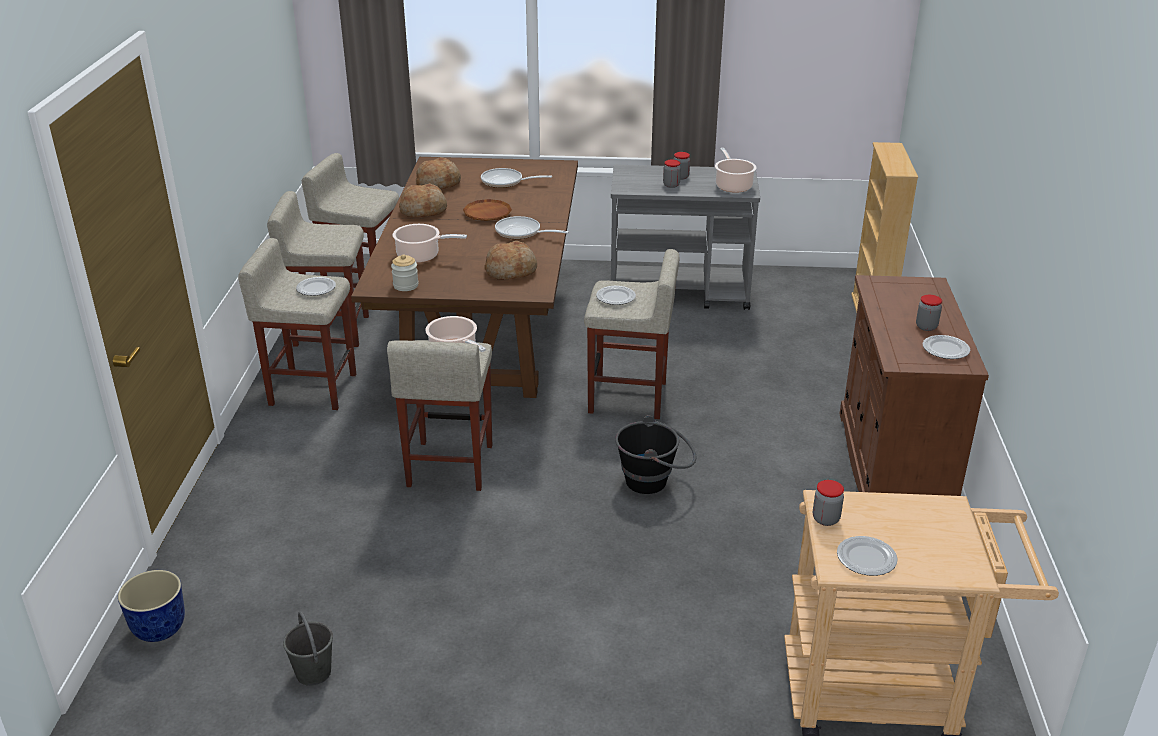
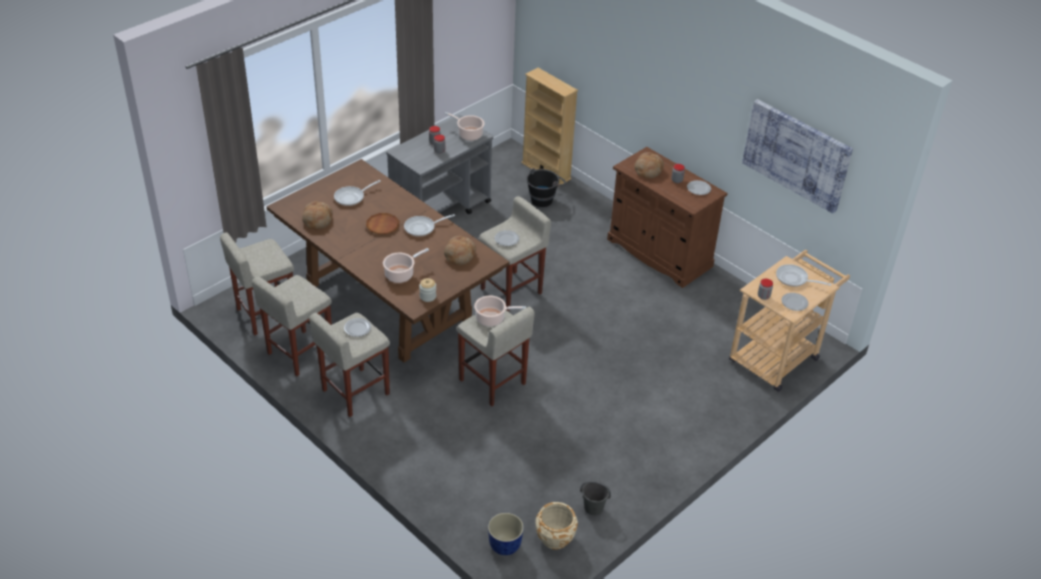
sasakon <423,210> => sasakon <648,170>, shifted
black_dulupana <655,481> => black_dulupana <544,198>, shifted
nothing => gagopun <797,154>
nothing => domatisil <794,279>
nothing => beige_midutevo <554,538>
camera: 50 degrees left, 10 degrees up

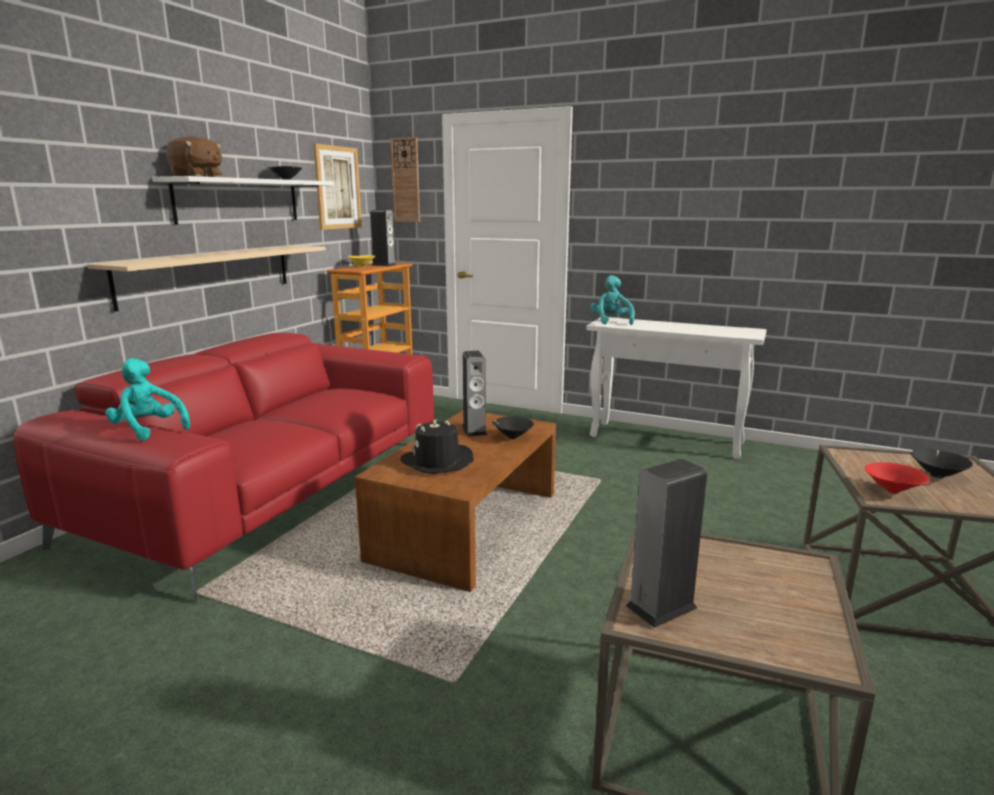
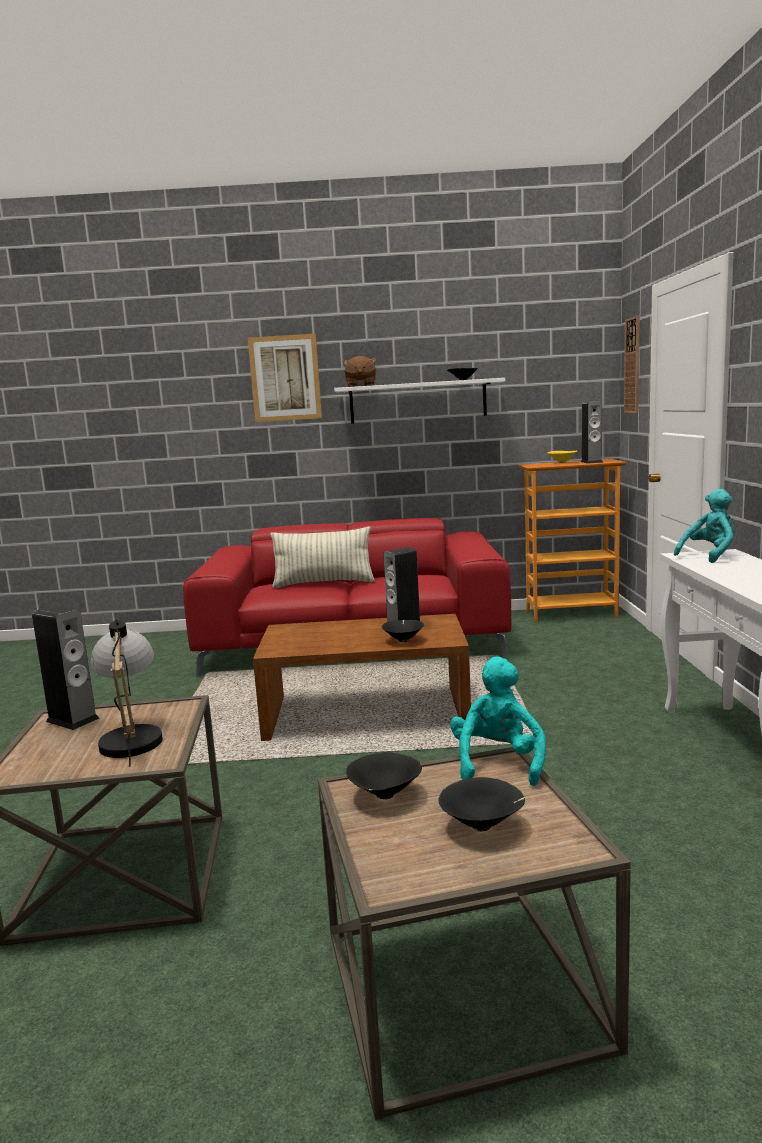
gagopun <338,188> => gagopun <285,378>, shifted
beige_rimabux <209,274> => nothing
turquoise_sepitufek <148,430> => turquoise_sepitufek <497,762>, shifted
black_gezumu <437,462> => nothing
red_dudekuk <893,491> => black_dudekuk <384,796>
nothing => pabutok <324,583>
nothing => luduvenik <131,737>
camera: 65 degrees right, 5 degrees down

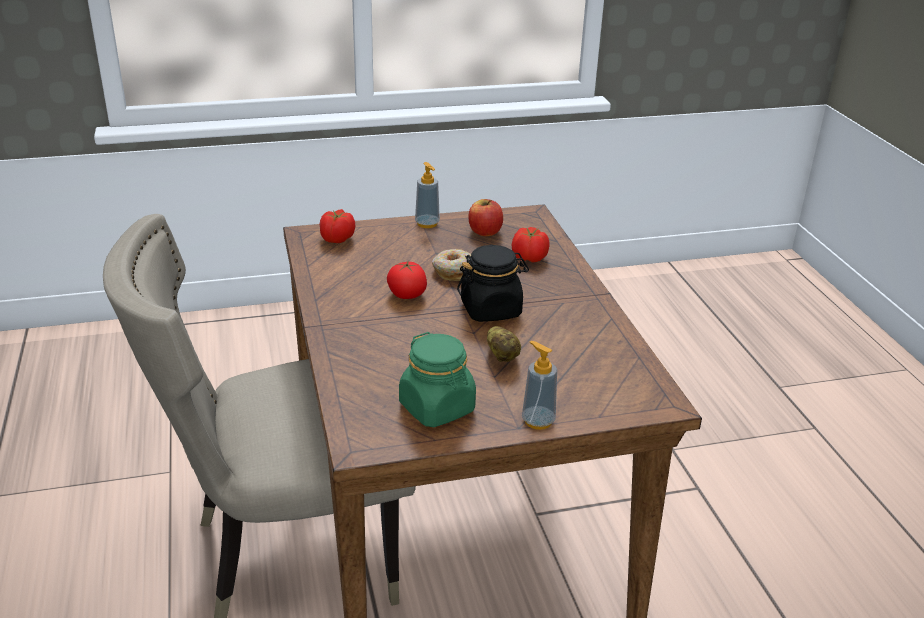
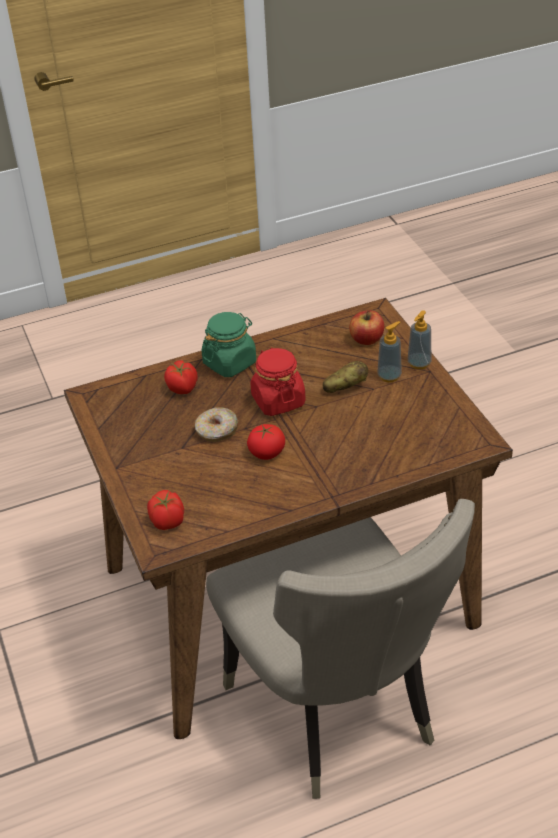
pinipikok <427,224> => pinipikok <389,376>, shifted
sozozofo <485,232> => sozozofo <366,339>, shifted
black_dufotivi <491,309> => red_dufotivi <278,400>
green_dufotivi <437,408> => green_dufotivi <230,363>, shifted
camera: 95 degrees left, 10 degrees up

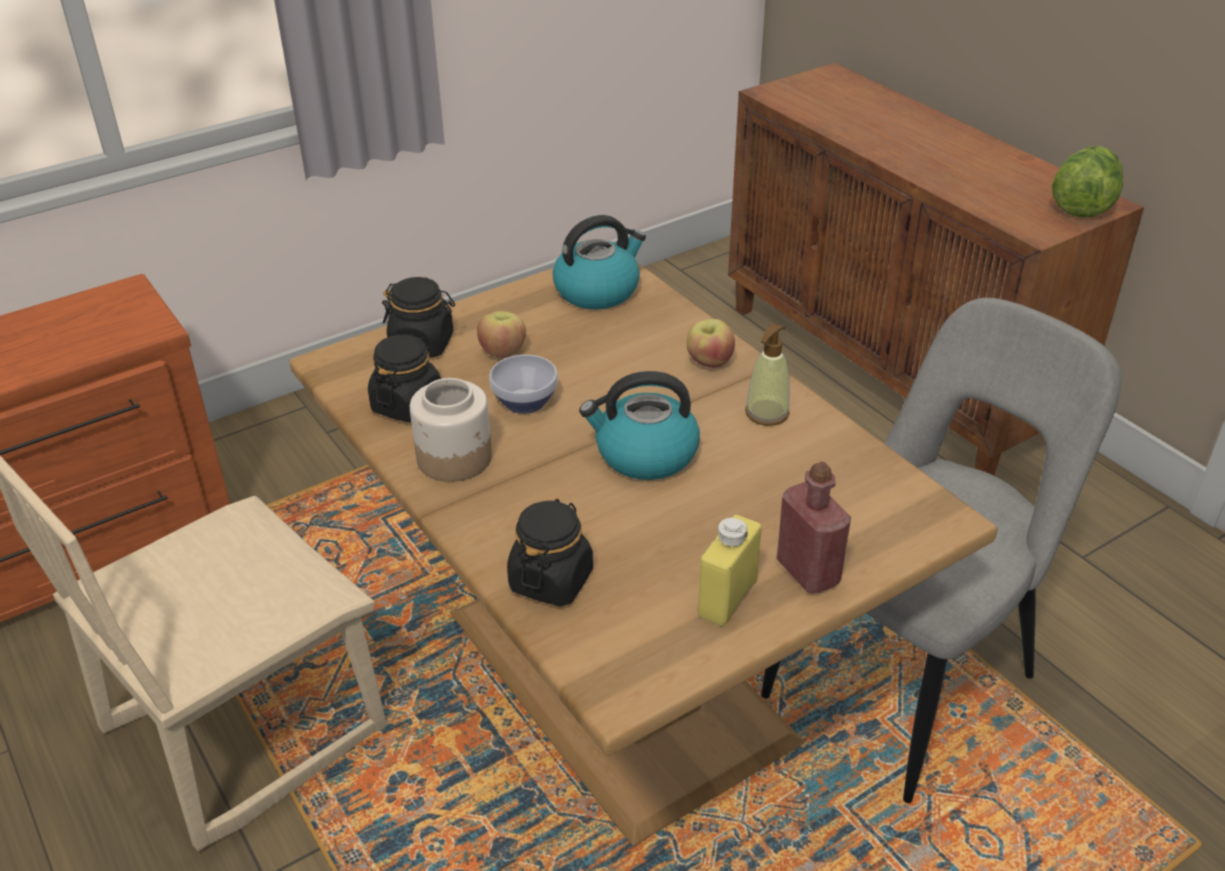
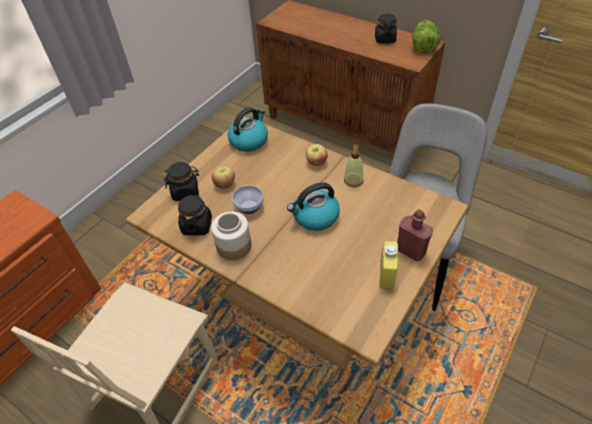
black_dufotivi <551,580> => black_dufotivi <385,39>, shifted
camera: 20 degrees left, 10 degrees up

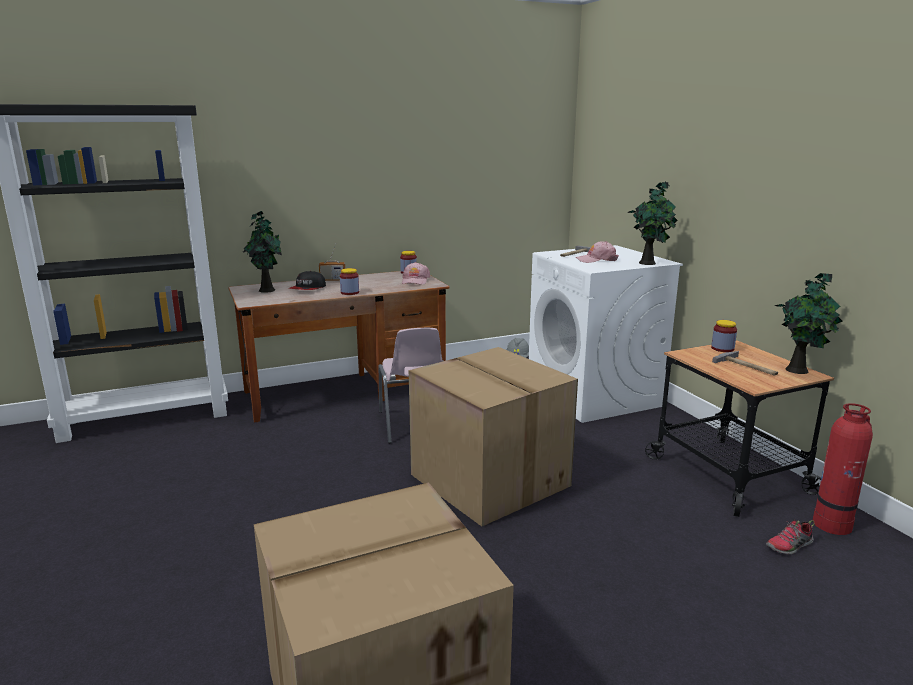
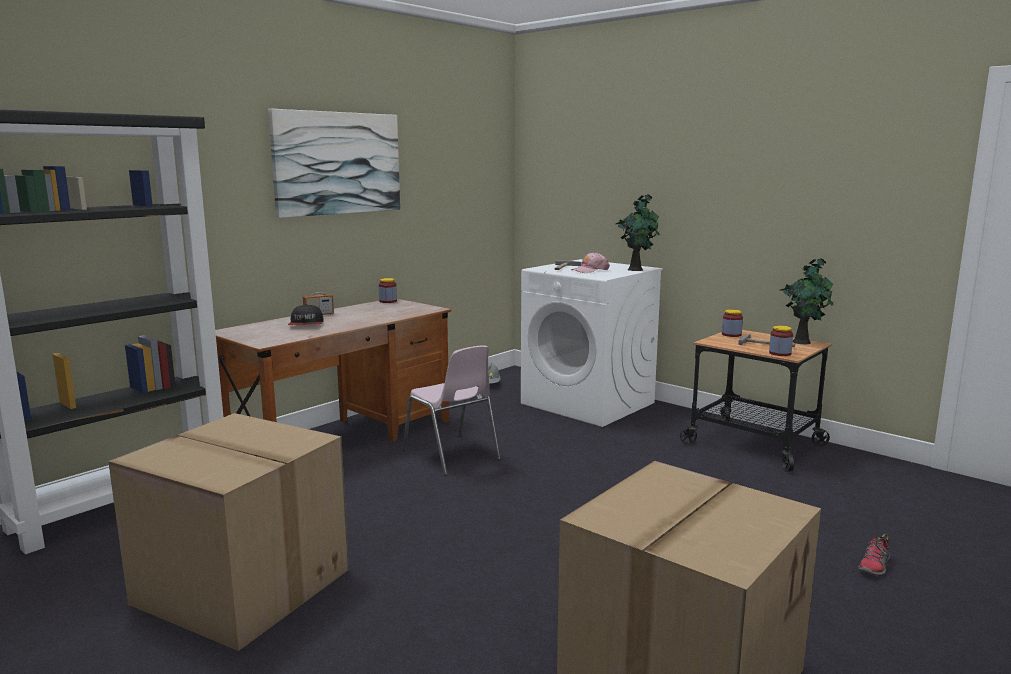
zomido <266,290> => nothing
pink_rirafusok <415,280> => nothing
dufotivi <350,292> => dufotivi <780,353>, shifted
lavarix <487,480> => lavarix <239,587>, shifted
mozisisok <833,524> => nothing
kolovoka <789,546> => kolovoka <874,566>, shifted
nothing => gagopun <337,163>
camera: 25 degrees left, 5 degrees down

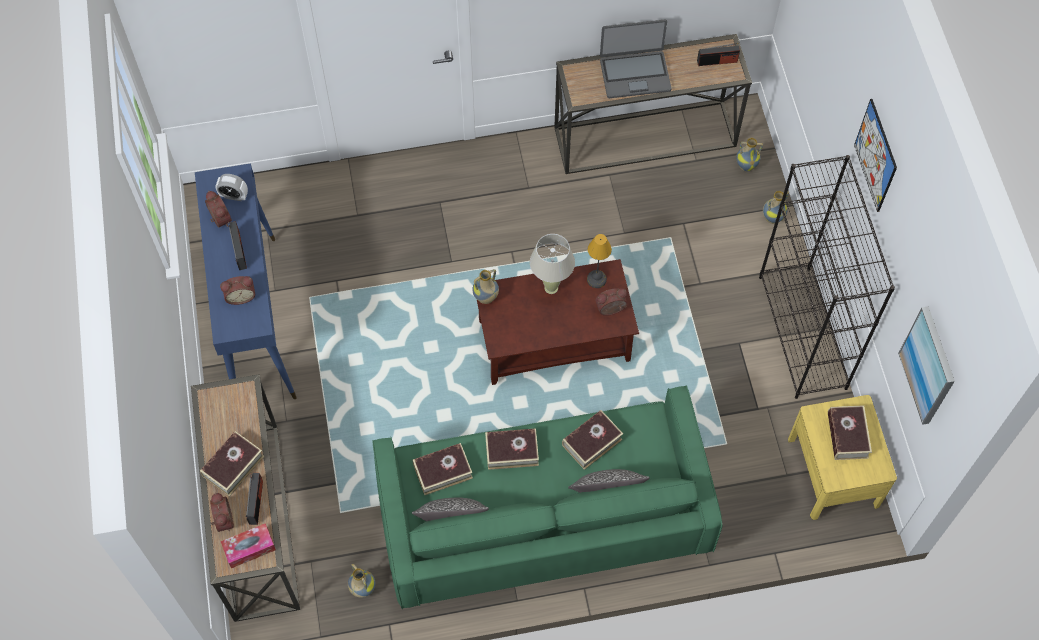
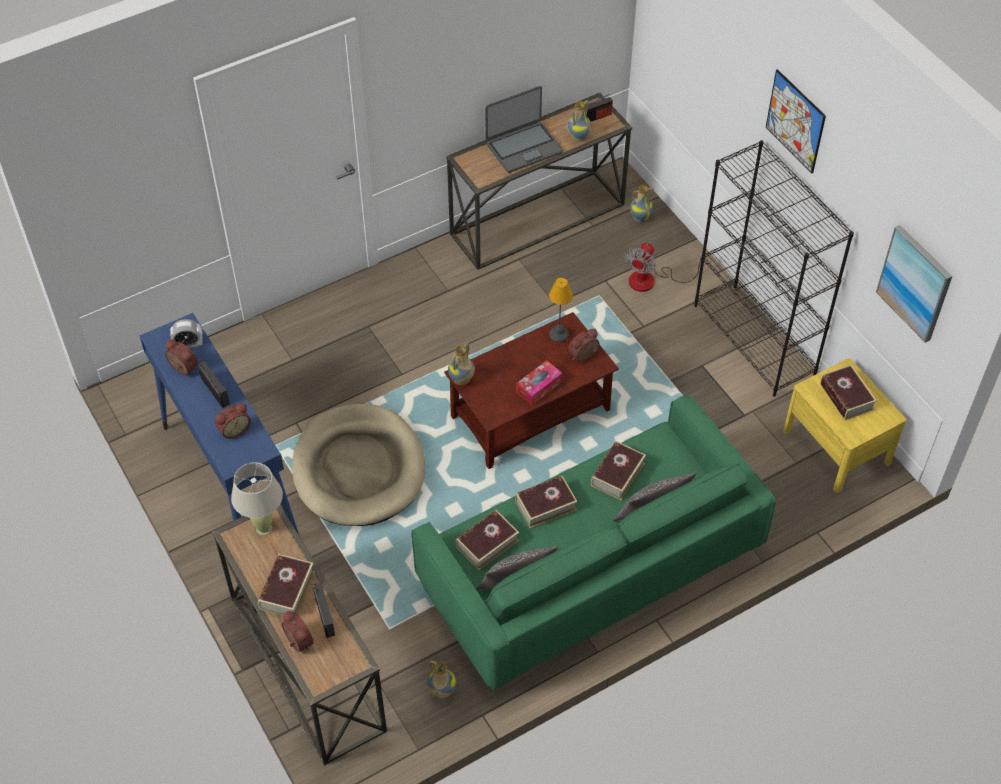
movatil <772,217> => movatil <578,137>, shifted
beige_luduvenik <551,287> => beige_luduvenik <264,528>, shifted
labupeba <249,548> => labupeba <539,387>, shifted
nothing => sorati <651,280>
nothing => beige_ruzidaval <358,469>
camera: 20 degrees left, 10 degrees down

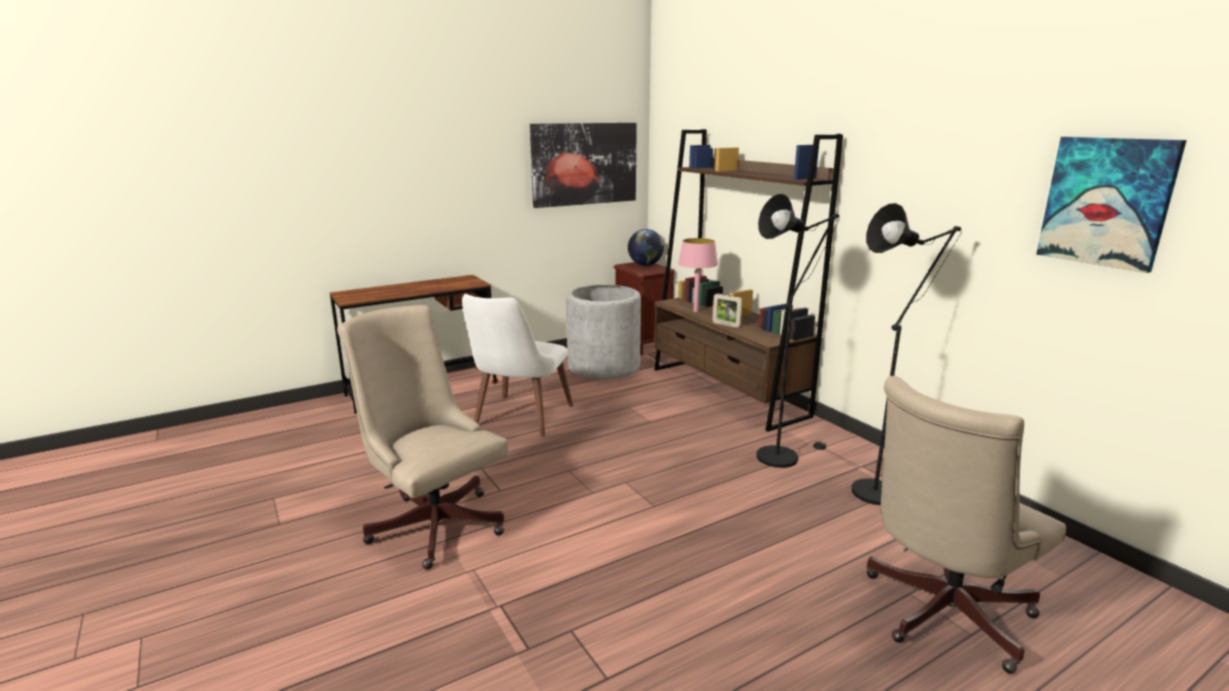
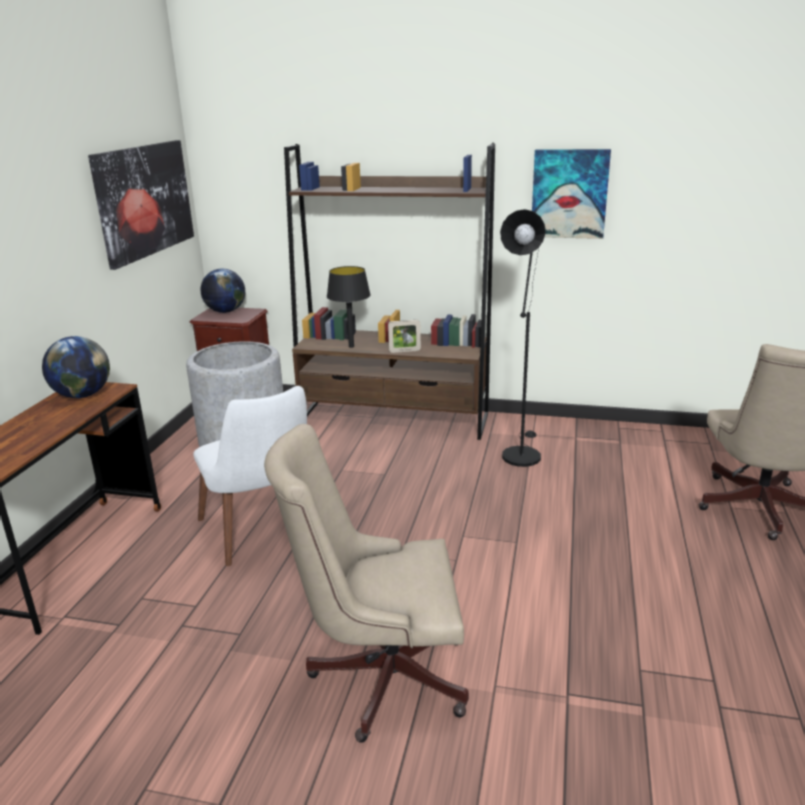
gagopun <1106,202> => gagopun <569,194>, shifted
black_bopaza <881,490> => nothing
pink_luduvenik <696,311> => black_luduvenik <351,346>
nothing => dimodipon <82,395>
camera: 45 degrees left, 5 degrees up

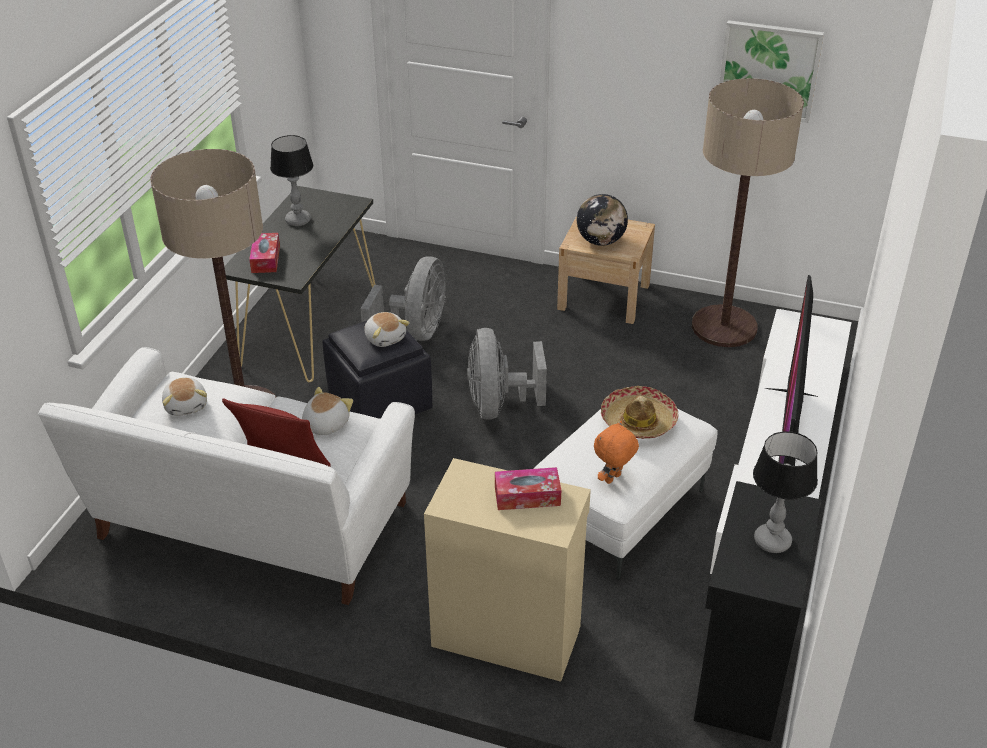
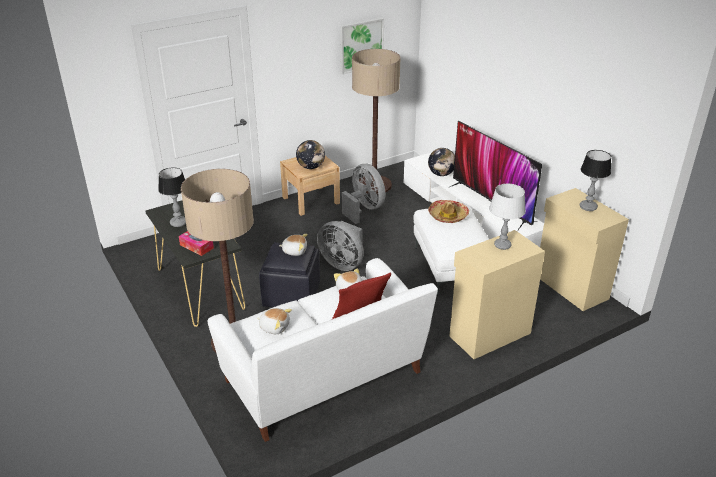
grey_sorati <415,332> => grey_sorati <364,209>, shifted
orange_sepitufek <613,479> => nothing
labupeba <527,496> => grey_luduvenik <502,245>
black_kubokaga <741,675> => beige_kubokaga <570,287>
nothing => dimodipon <441,174>
camera: 50 degrees left, 5 degrees down

